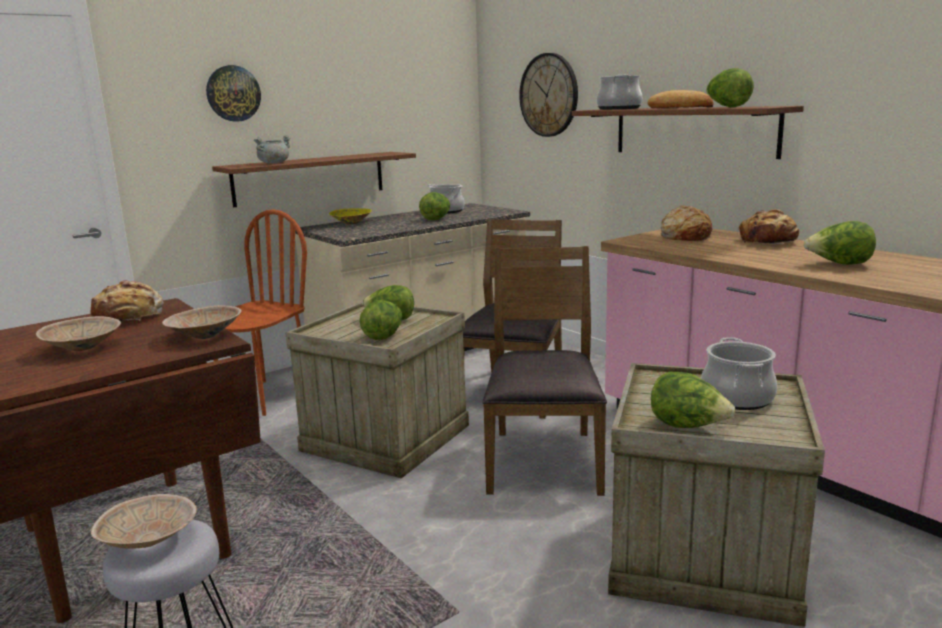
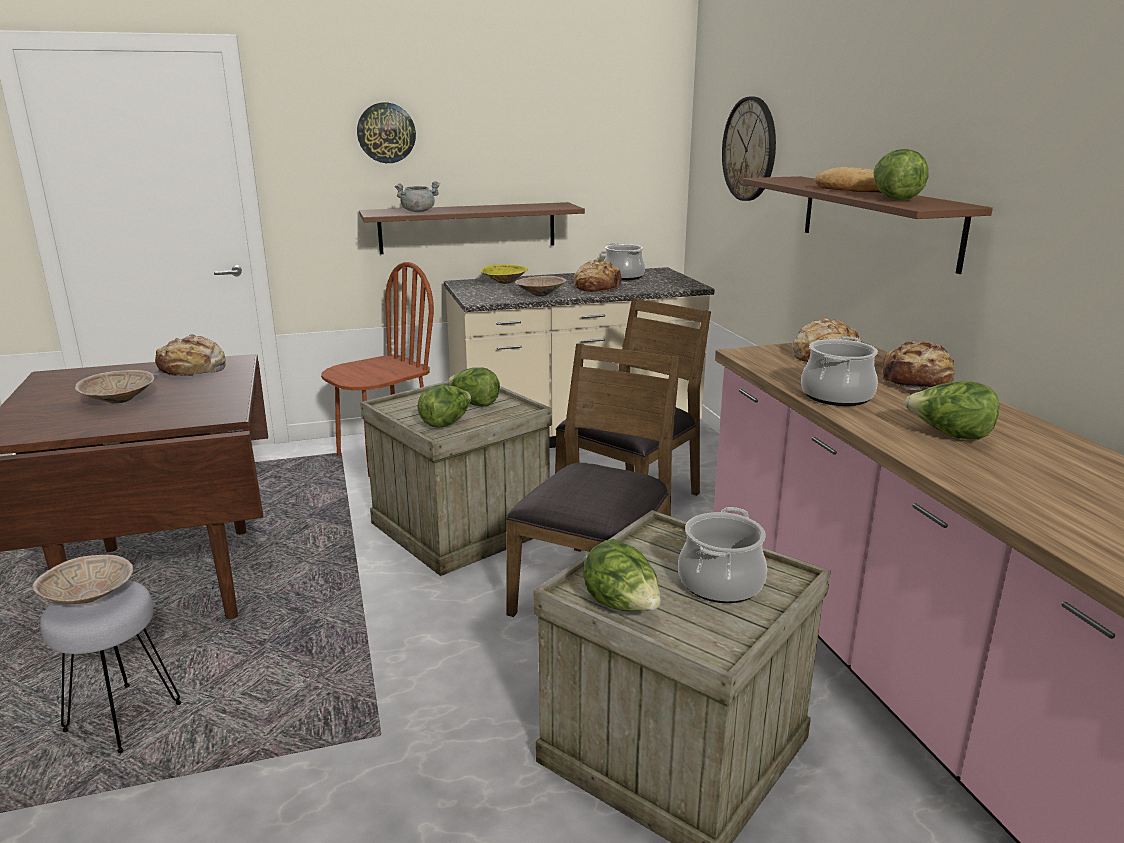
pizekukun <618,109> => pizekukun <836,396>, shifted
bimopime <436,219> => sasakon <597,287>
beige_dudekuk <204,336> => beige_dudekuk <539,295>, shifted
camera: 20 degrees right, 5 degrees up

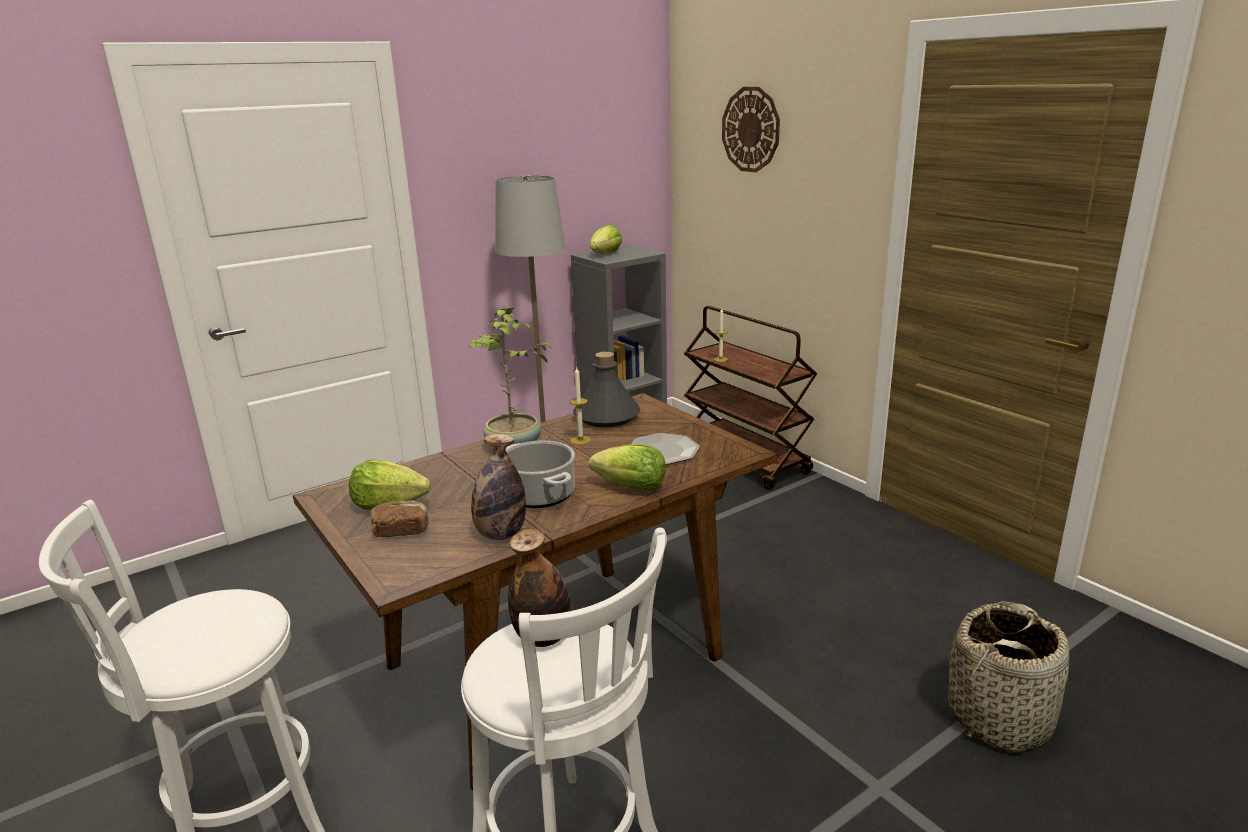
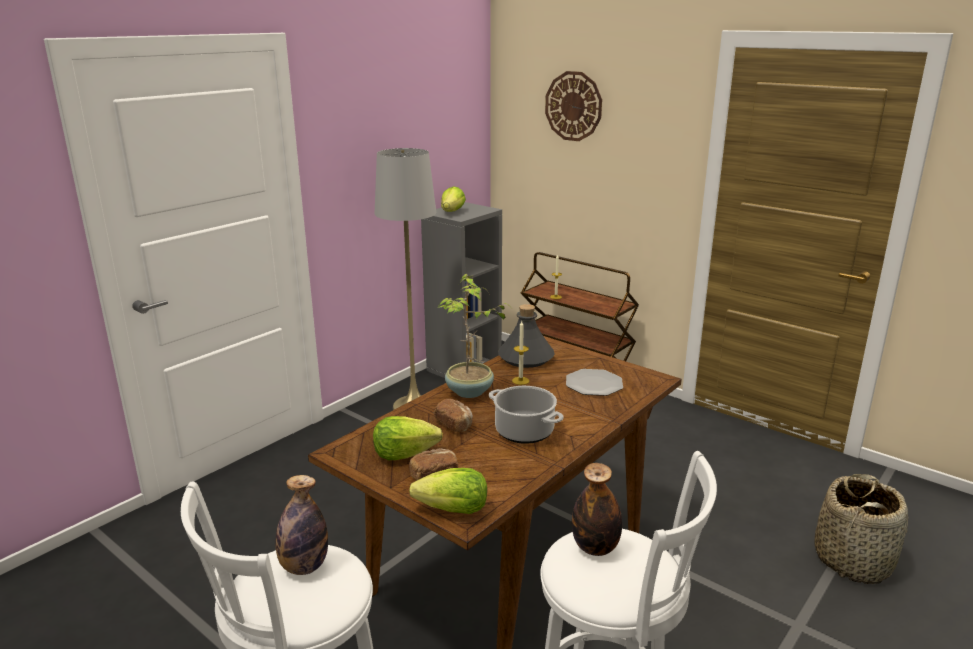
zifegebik <500,534> => zifegebik <304,566>, shifted
bimopime <631,487> => bimopime <453,510>, shifted
nothing => sasakon <454,424>
camera: 15 degrees left, 0 degrees up

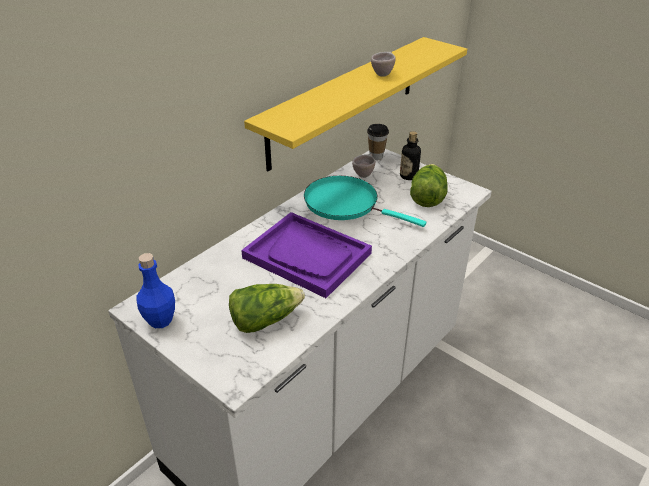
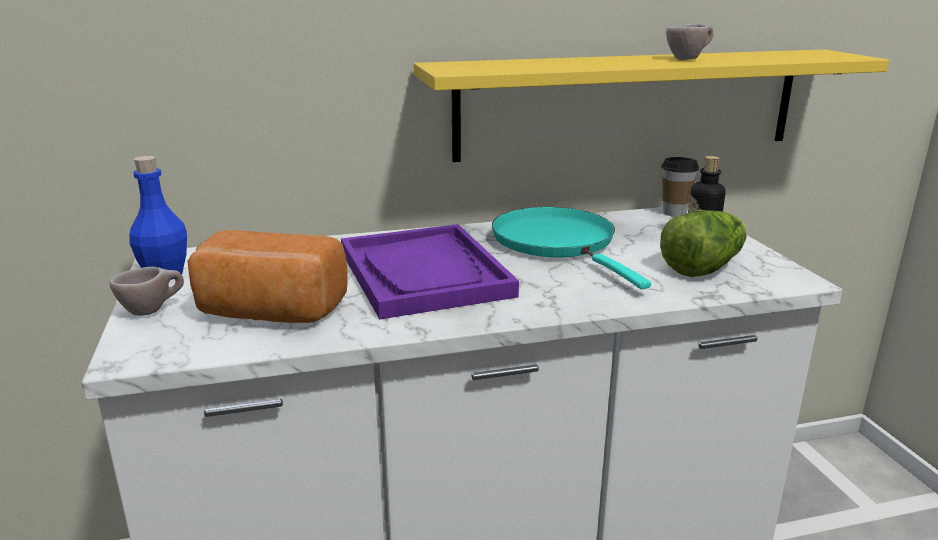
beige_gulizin <364,174> => beige_gulizin <152,310>, shifted
bimopime <264,319> => sasakon <269,312>
camera: 35 degrees right, 15 degrees down

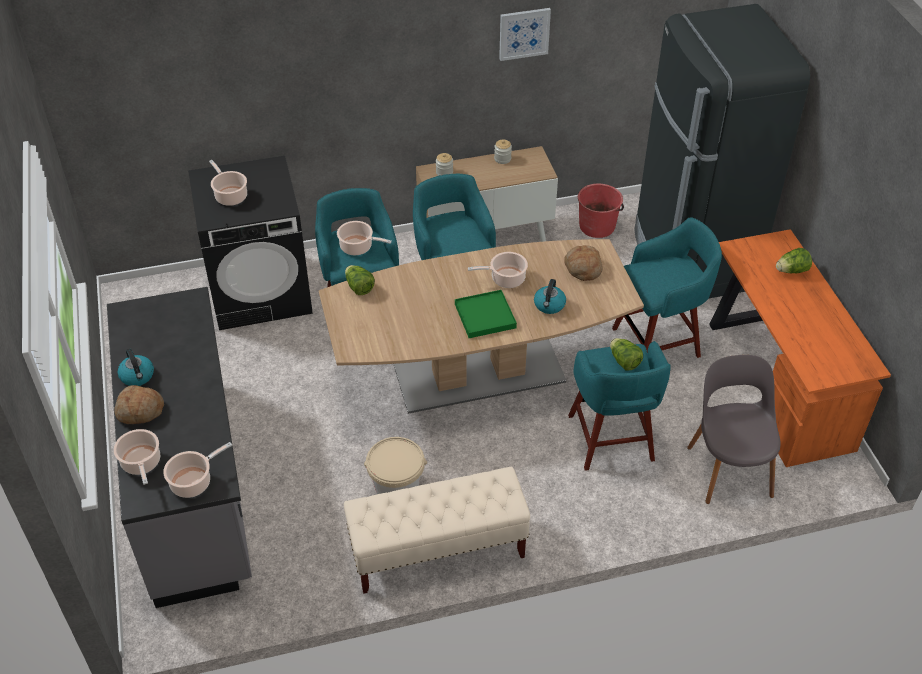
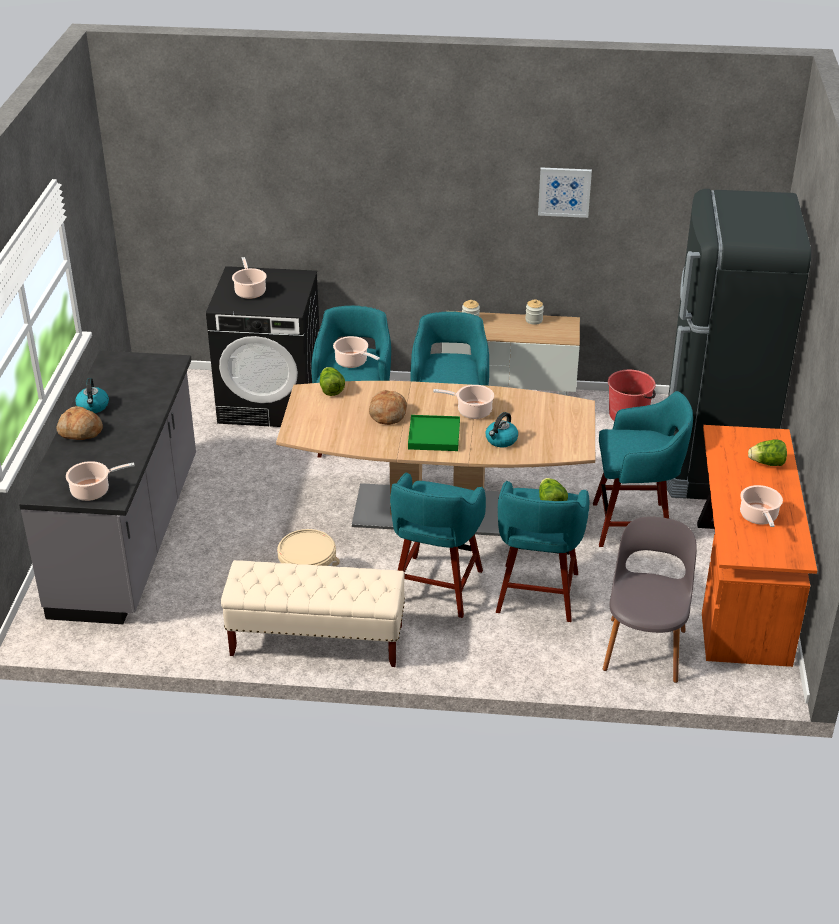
sasakon <583,268> => sasakon <387,414>, shifted
pizekukun <141,463> => pizekukun <759,517>, shifted
nothing => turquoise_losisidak <435,588>
camera: 20 degrees right, 10 degrees down

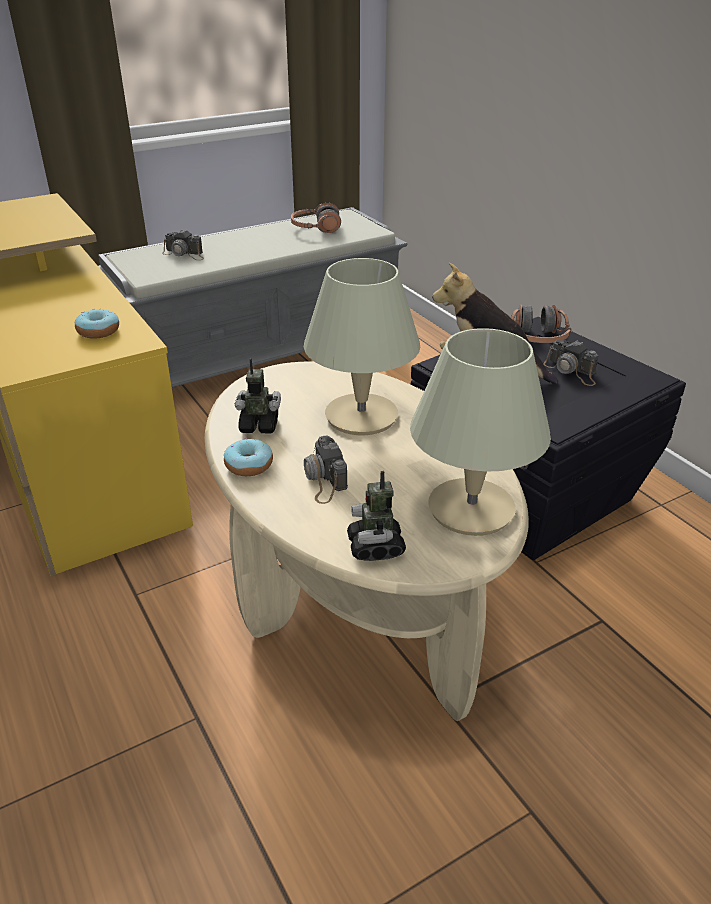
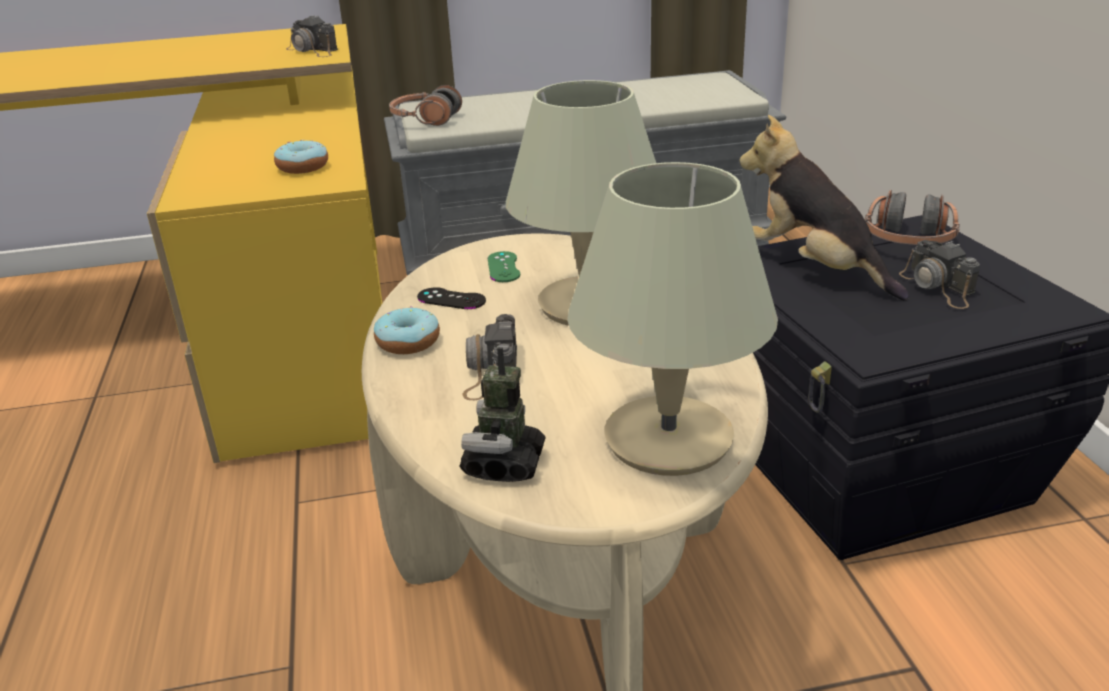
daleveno <316,229> => daleveno <425,119>, shifted
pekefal <185,254> => pekefal <313,50>, shifted
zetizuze <259,425> => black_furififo <451,299>
nothing => green_furififo <503,267>
camera: 20 degrees right, 5 degrees down

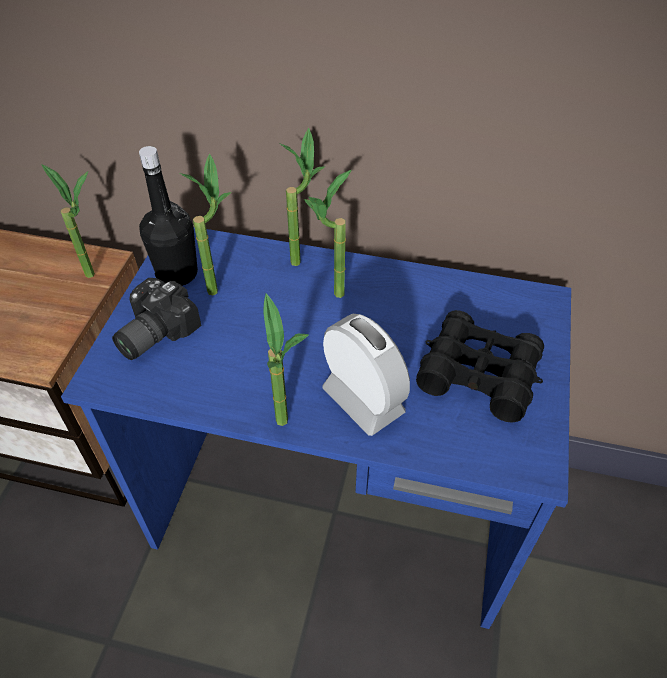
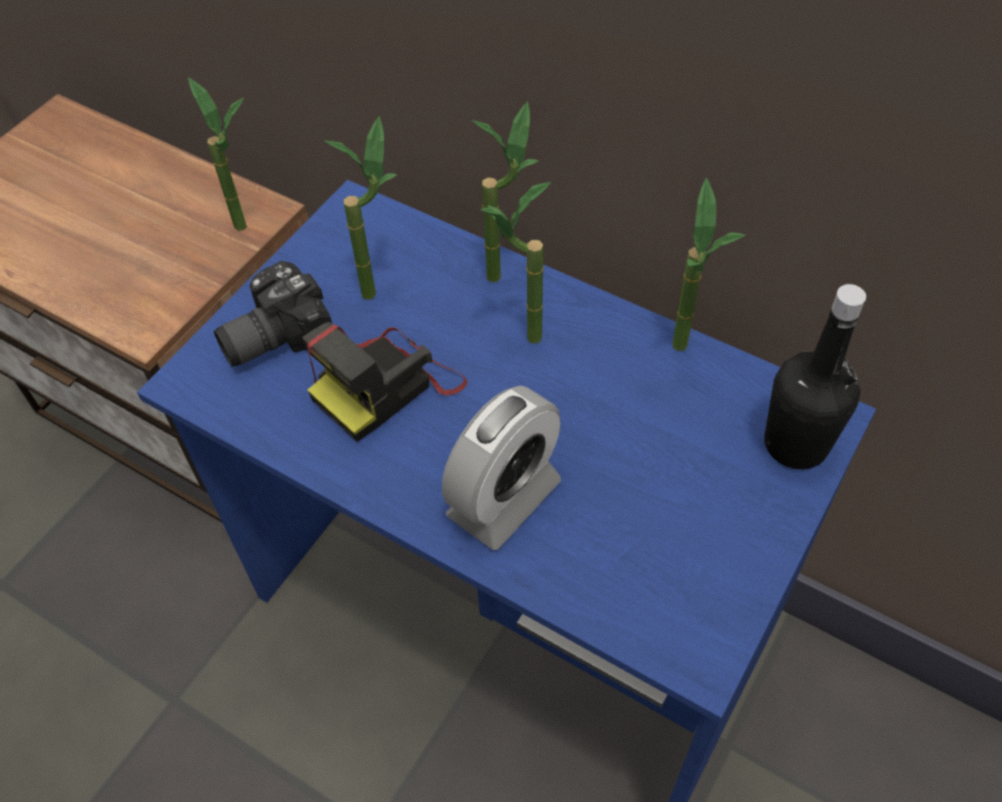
black_zifegebik <177,273> => black_zifegebik <795,444>, shifted
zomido <289,429> => zomido <686,357>, shifted
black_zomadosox <478,374> => nothing
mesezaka <363,400> => mesezaka <504,498>, 60 degrees clockwise
nothing => pekefal <387,386>
camera: 20 degrees right, 5 degrees up

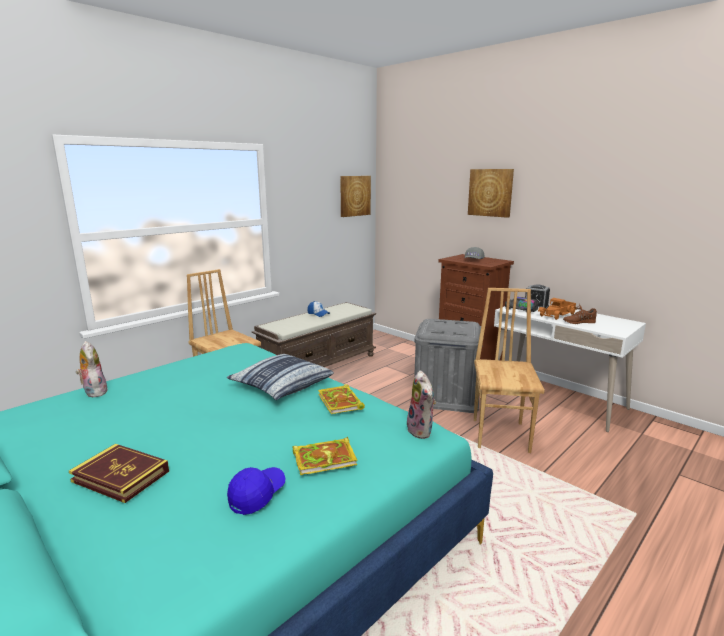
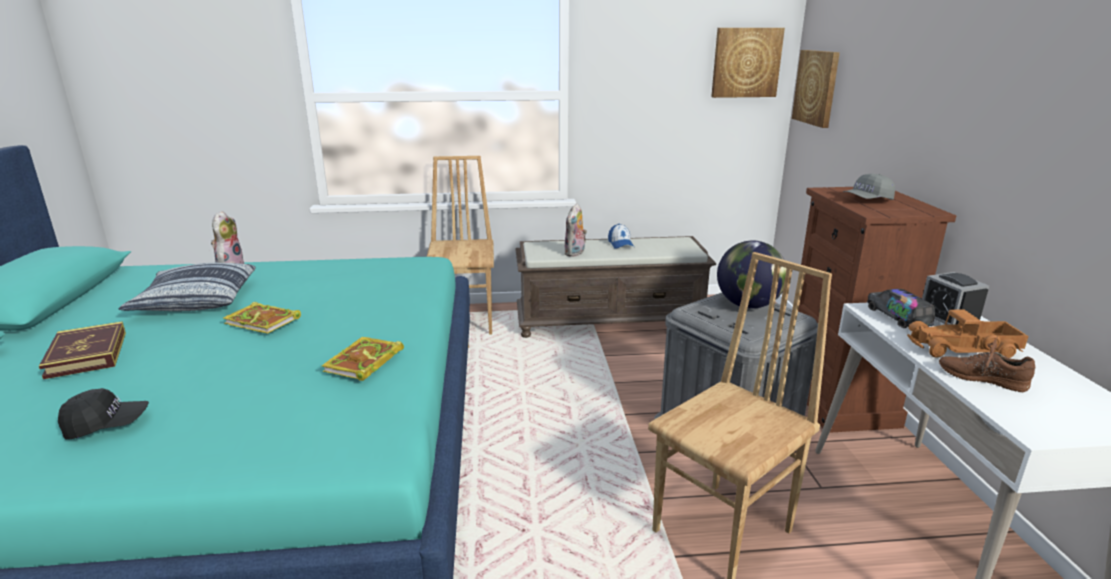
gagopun <490,192> => gagopun <817,87>, shifted
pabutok <281,385> => pabutok <196,300>, shifted
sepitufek <422,431> => sepitufek <575,253>, shifted
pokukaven <326,458> => pokukaven <264,321>, shifted
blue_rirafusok <257,495> => black_rirafusok <107,425>
nothing => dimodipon <748,305>
camera: 40 degrees right, 5 degrees up

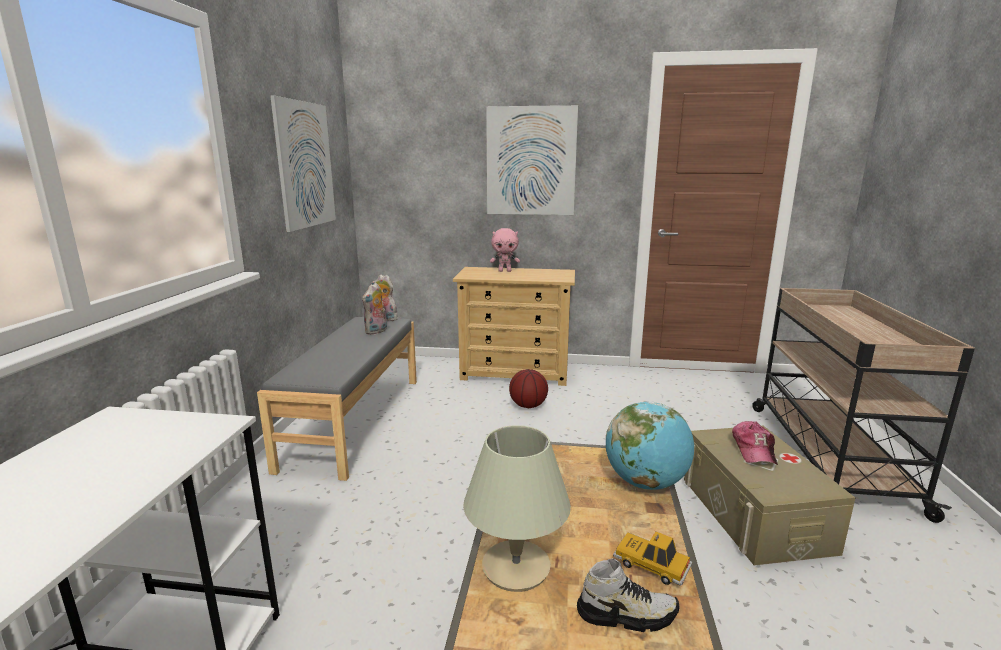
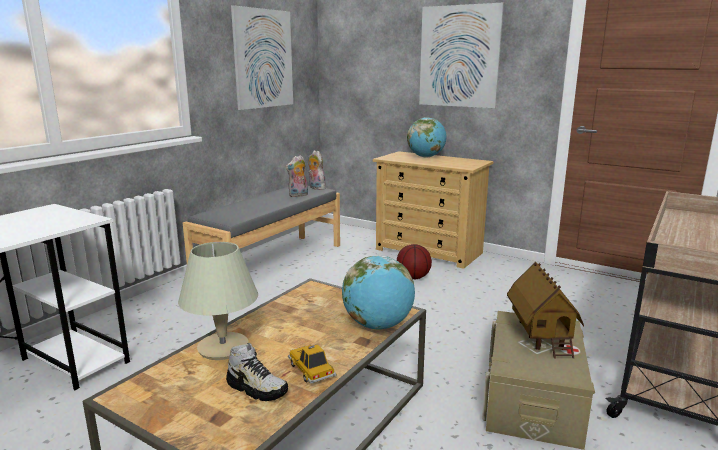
pink_sepitufek <505,271> => dimodipon <426,157>
rirafusok <754,450> => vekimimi <540,336>
camera: 25 degrees right, 0 degrees up

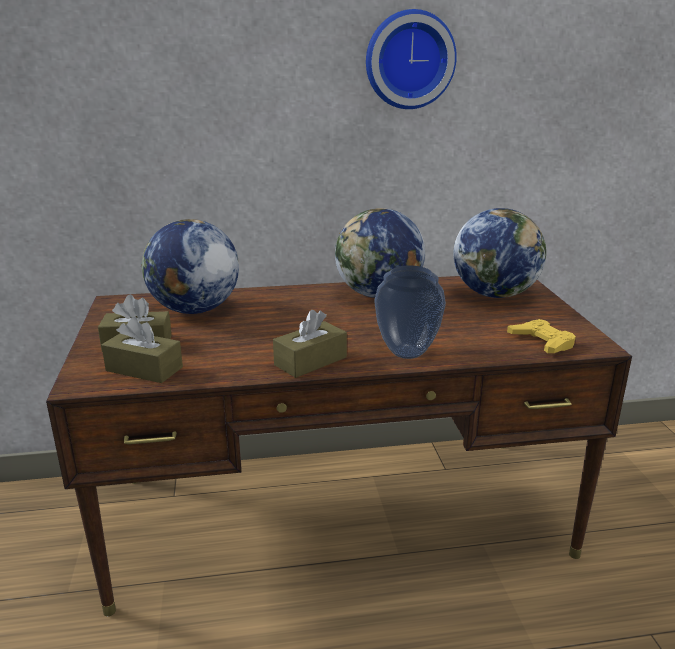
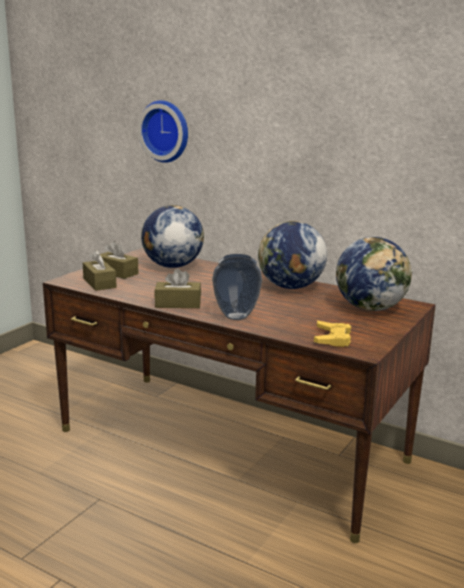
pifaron <409,60> => pifaron <166,131>, shifted
camera: 40 degrees right, 5 degrees down

